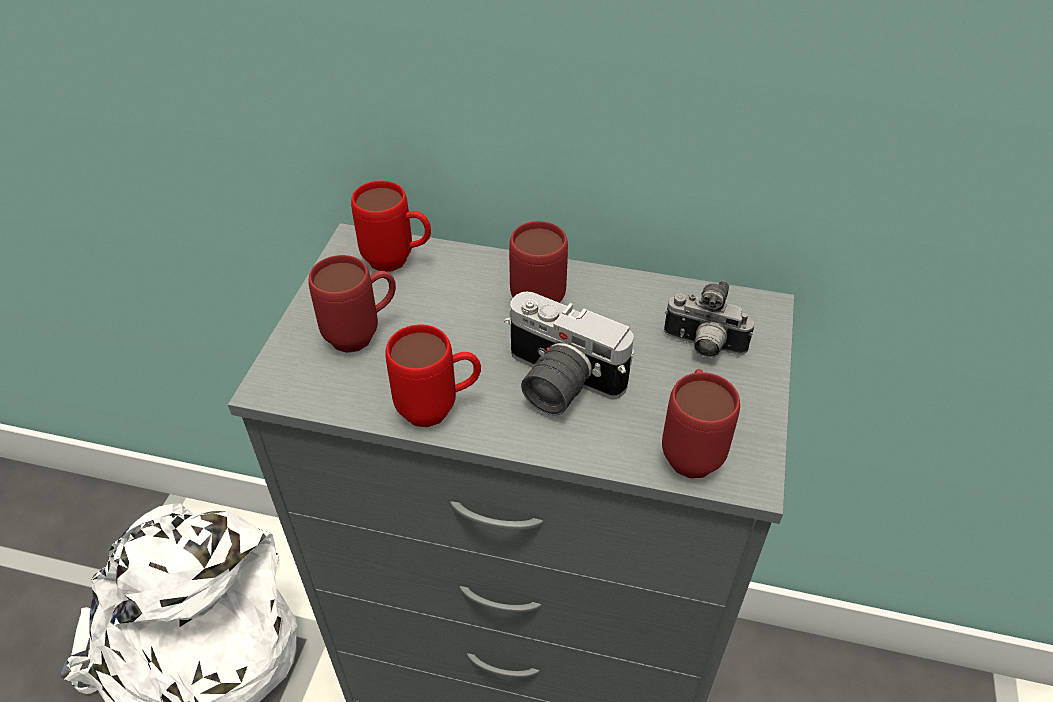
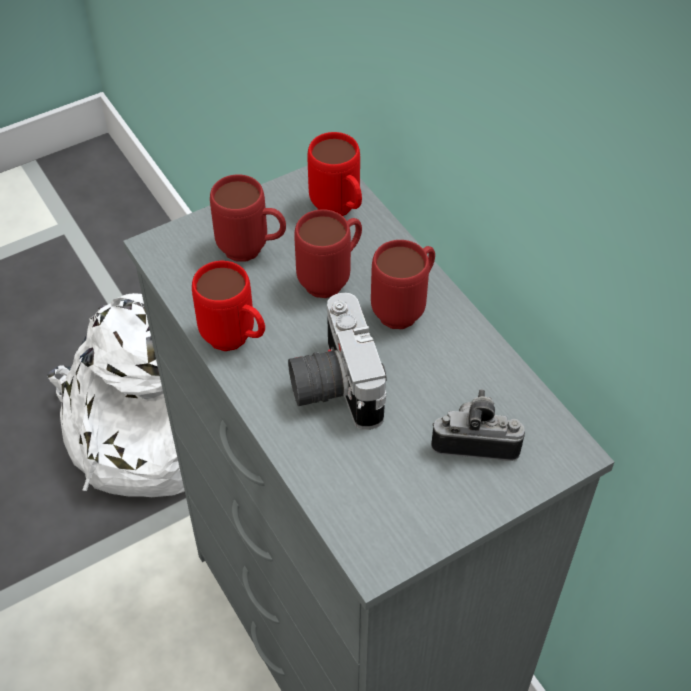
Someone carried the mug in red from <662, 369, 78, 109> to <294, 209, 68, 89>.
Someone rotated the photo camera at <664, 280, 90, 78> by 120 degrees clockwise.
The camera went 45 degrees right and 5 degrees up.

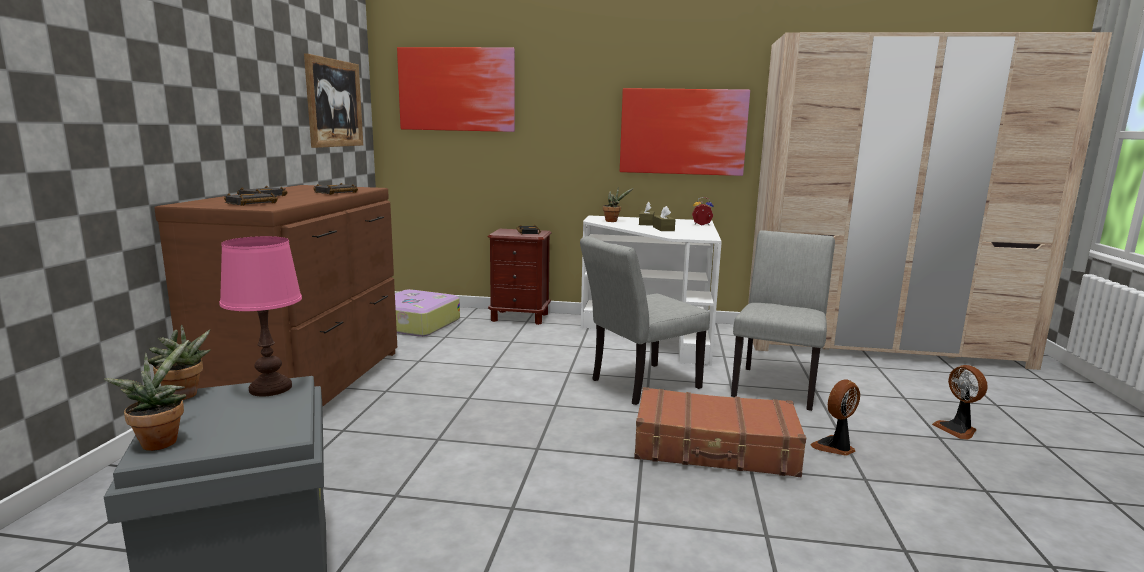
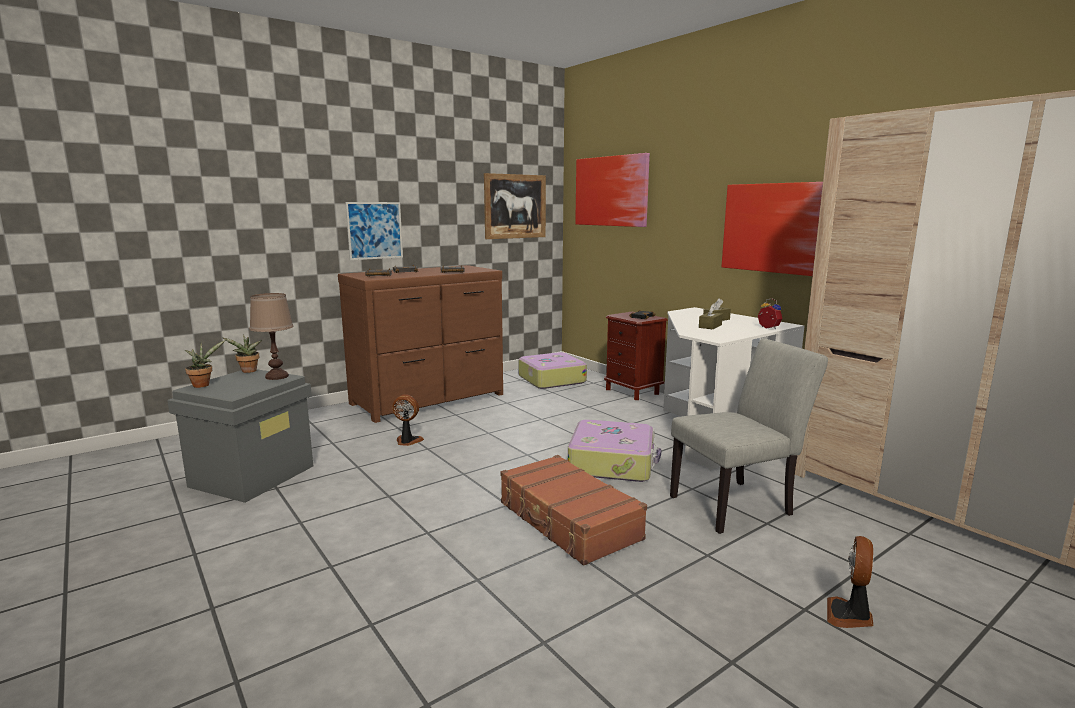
Someone repainted the table lamp in pink at <219, 236, 83, 161>, which became the table lamp in brown at <250, 293, 43, 87>.
Someone put up the picture at <345, 202, 58, 58>.
Someone carried the fan from <810, 380, 50, 76> to <392, 394, 32, 52>.
Someone swapped the chair in grey at <580, 236, 130, 169> for the suitcase at <568, 419, 94, 63>.
Someone took away the potted plant at <603, 187, 31, 35>.
The camera went 45 degrees right and 0 degrees up.

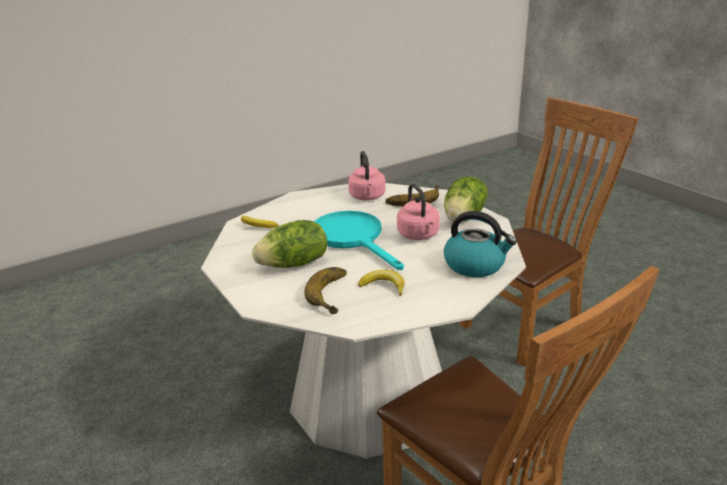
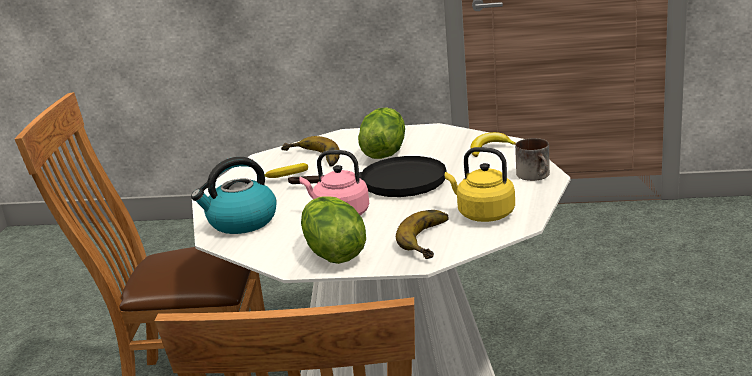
Someone repainted the frying pan in turquoise at <314, 211, 90, 59>, which became the frying pan in black at <288, 156, 159, 41>.
Someone repainted the kettle in pink at <348, 151, 38, 49>, which became the kettle in yellow at <445, 147, 70, 75>.
Someone put down the mug at <515, 138, 35, 43>.
The camera went 130 degrees right and 5 degrees down.

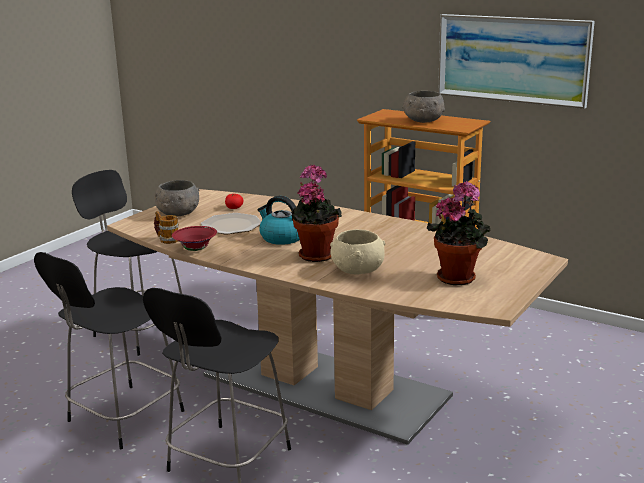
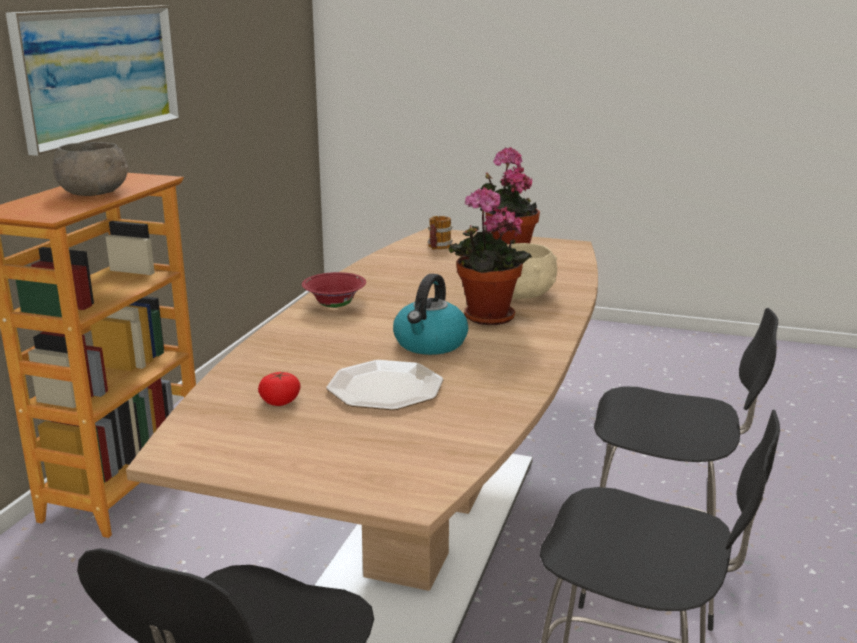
Someone carried the bowl in red from <172, 226, 45, 25> to <302, 272, 64, 36>.
Someone carried the mug from <154, 211, 25, 33> to <427, 216, 26, 34>.
Someone took away the bowl in grey at <154, 180, 45, 36>.
The camera went 105 degrees left and 0 degrees up.

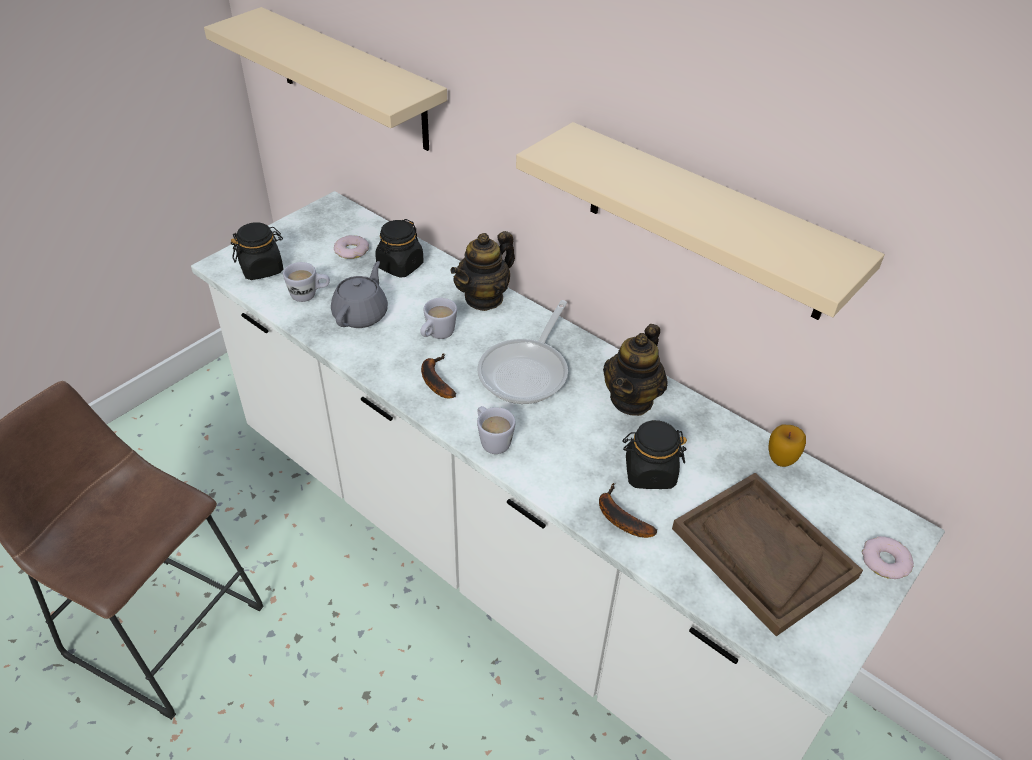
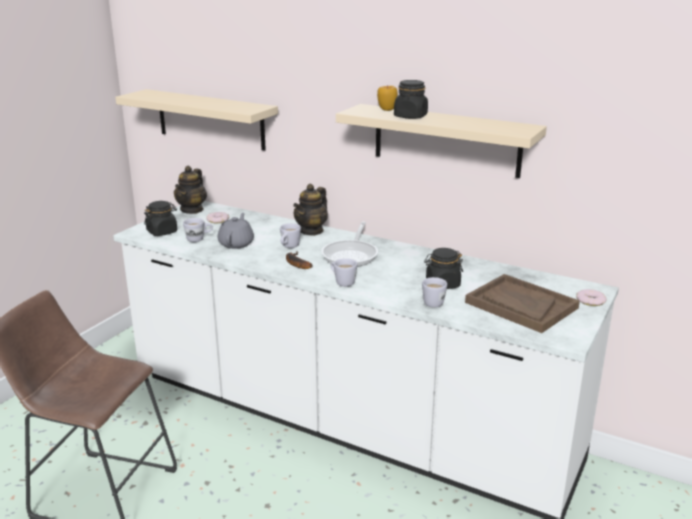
Someone carried the teapot from <603, 324, 65, 92> to <174, 166, 33, 48>.
Someone carried the apple from <769, 425, 37, 42> to <377, 85, 21, 26>.
Someone carried the jar in black from <375, 219, 49, 59> to <394, 80, 34, 39>.
Someone swapped the banana at <599, 483, 58, 55> for the mug in white at <422, 277, 25, 31>.
The camera went 10 degrees left and 20 degrees down.

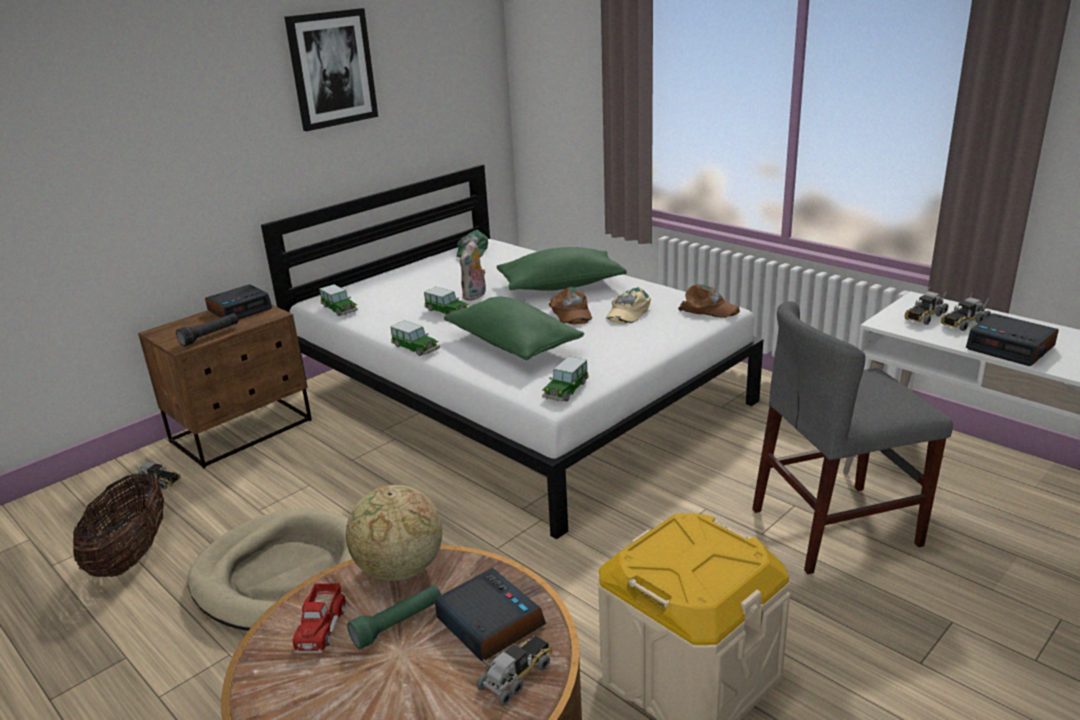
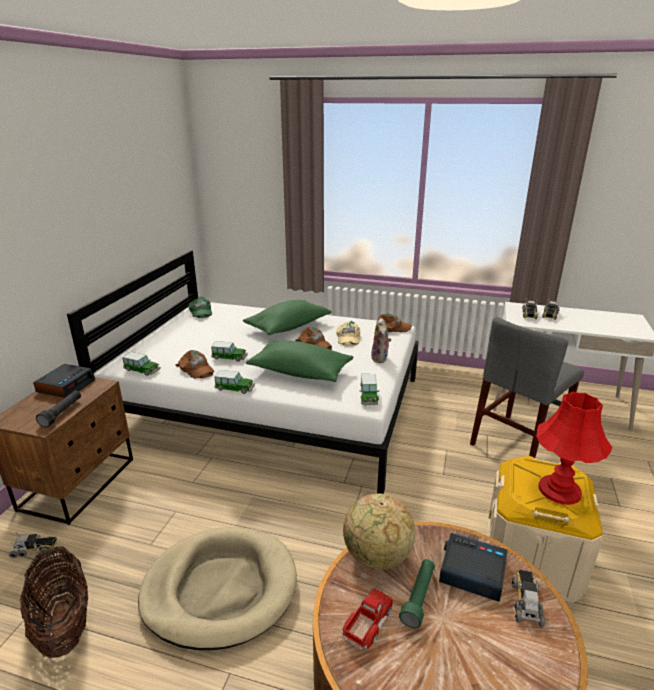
Someone put down the cap in brown at <176, 350, 38, 29>.
Someone rotated the toy truck at <293, 583, 53, 70> by 120 degrees counterclockwise.
Someone carried the plush toy from <460, 240, 26, 61> to <371, 318, 21, 45>.
Someone put down the table lamp in red at <536, 392, 76, 113>.
Someone took away the picture at <284, 8, 94, 123>.
Someone took away the alarm clock at <966, 313, 93, 53>.
The camera went 30 degrees left and 0 degrees up.

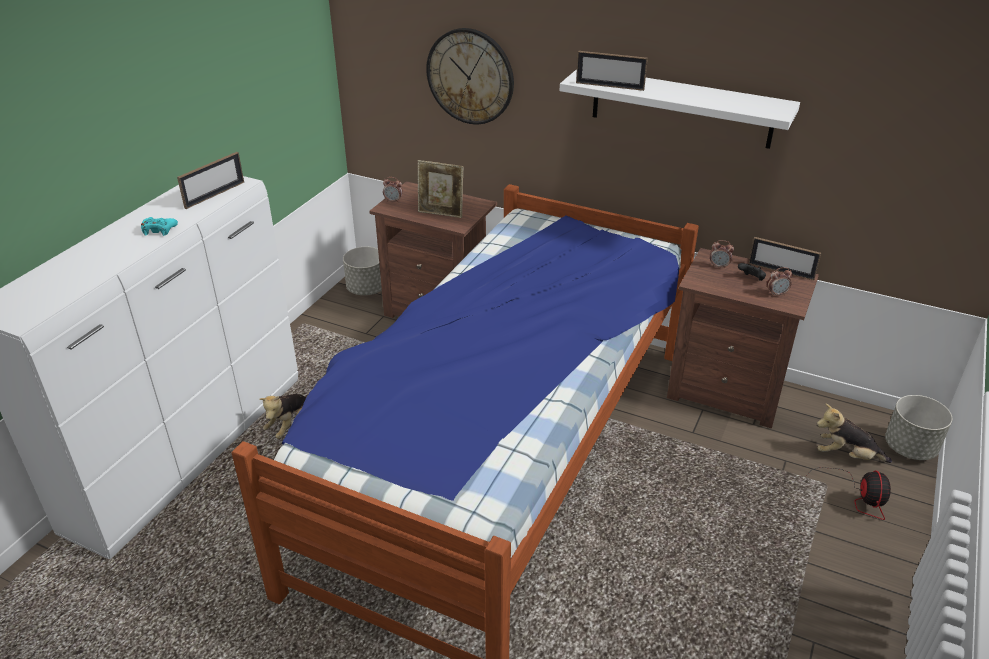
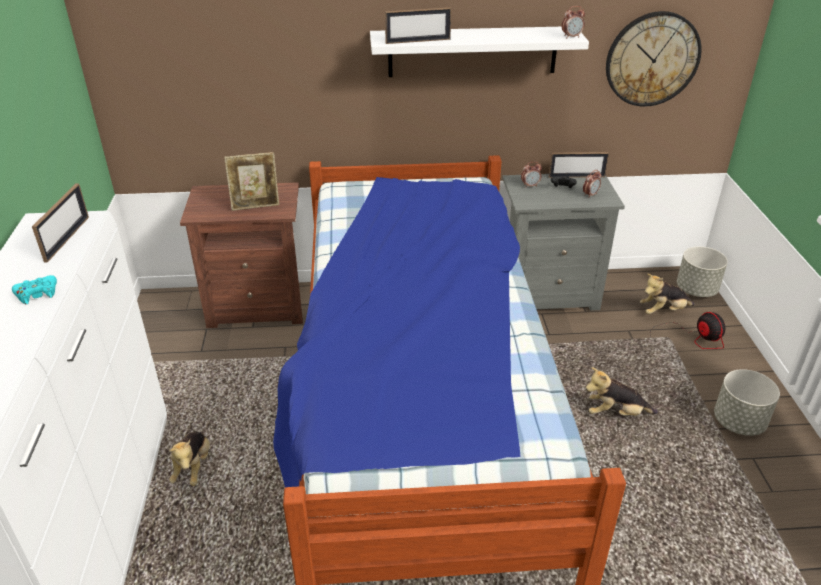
Someone repainted the nightstand in brown at <667, 248, 152, 181>, which became the nightstand in grey at <502, 174, 123, 137>.
Someone carried the alarm clock from <383, 177, 20, 26> to <562, 6, 23, 32>.
Someone put down the plush toy at <586, 367, 72, 49>.
Someone carried the wall clock from <426, 28, 88, 96> to <606, 11, 96, 96>.
Someone carried the planter in grey from <343, 247, 39, 48> to <714, 369, 66, 67>.
The camera went 30 degrees left and 0 degrees up.

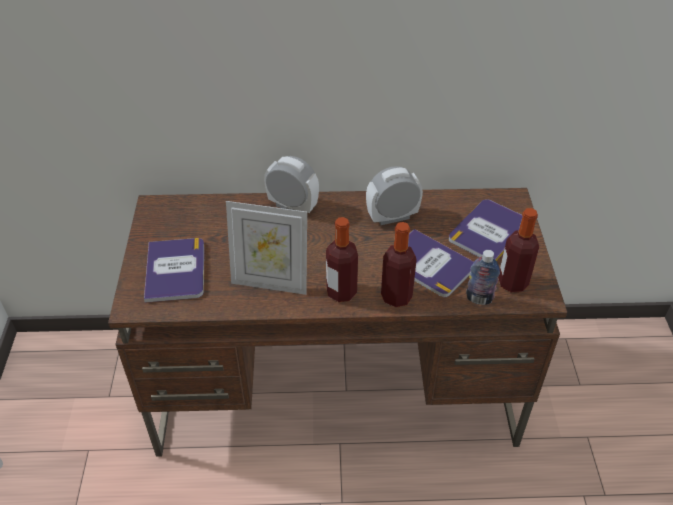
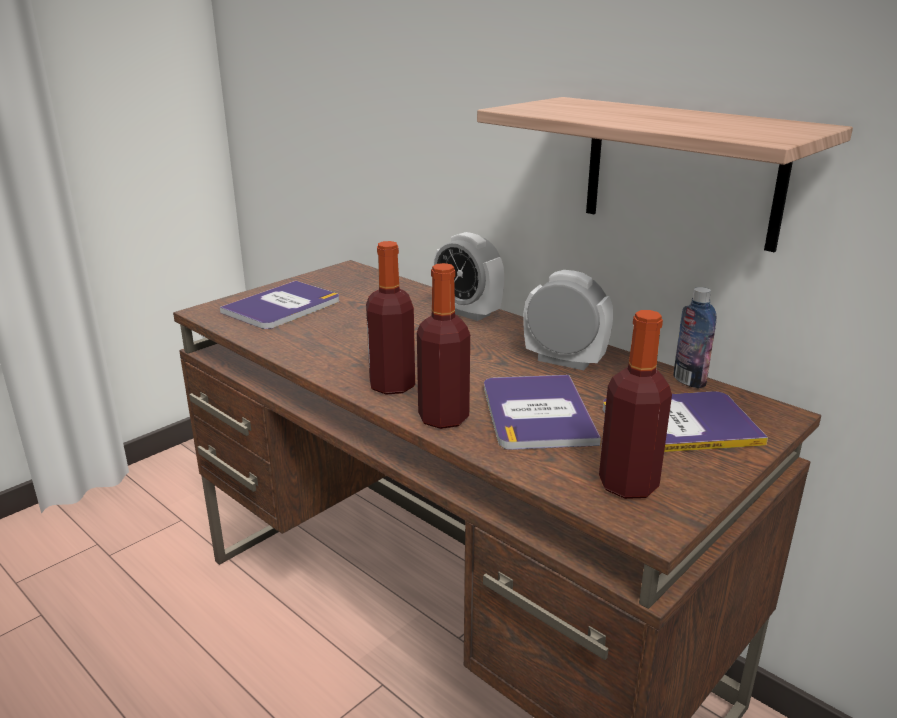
Someone rotated the alarm clock at <264, 156, 55, 57> by 150 degrees clockwise.
Someone put up the shelf at <477, 97, 376, 155>.
Someone carried the bottle from <466, 250, 34, 55> to <673, 287, 43, 102>.
Someone took away the picture frame at <226, 201, 81, 94>.
The camera went 45 degrees right and 20 degrees down.

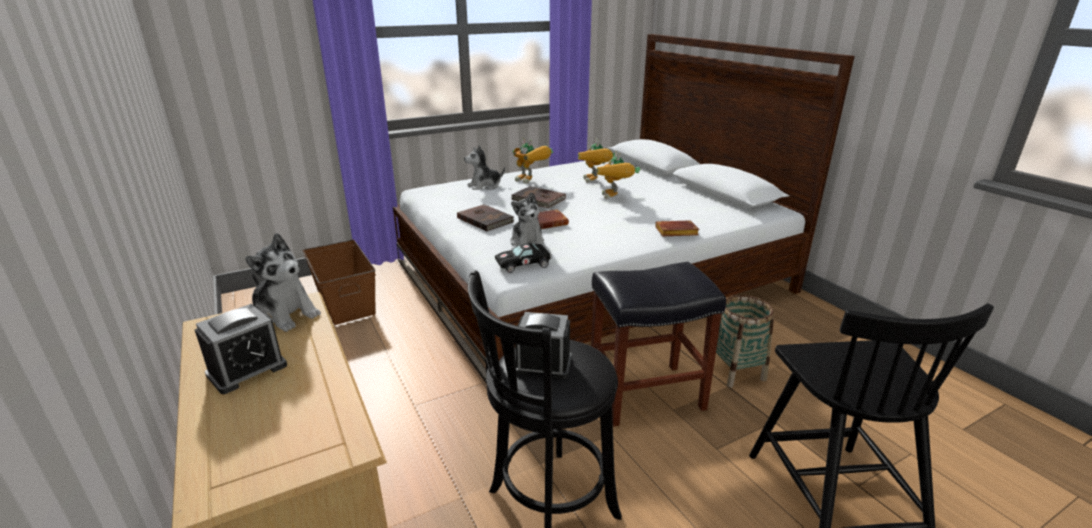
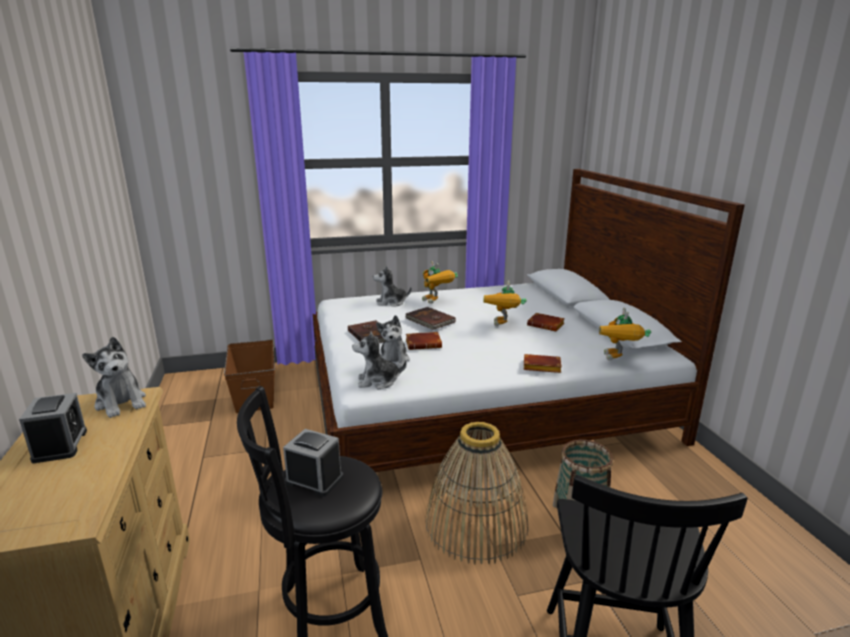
Someone rotated the alarm clock at <194, 304, 93, 90> by 75 degrees counterclockwise.
Someone swapped the toy car in black at <495, 243, 57, 30> for the plush toy at <352, 332, 55, 58>.
Someone swapped the stool in black at <591, 262, 135, 164> for the basket at <425, 422, 103, 143>.
Someone put down the book in brown at <527, 313, 38, 19>.
Someone carried the toy robot from <578, 138, 37, 45> to <599, 307, 52, 54>.
The camera went 15 degrees right and 5 degrees down.

